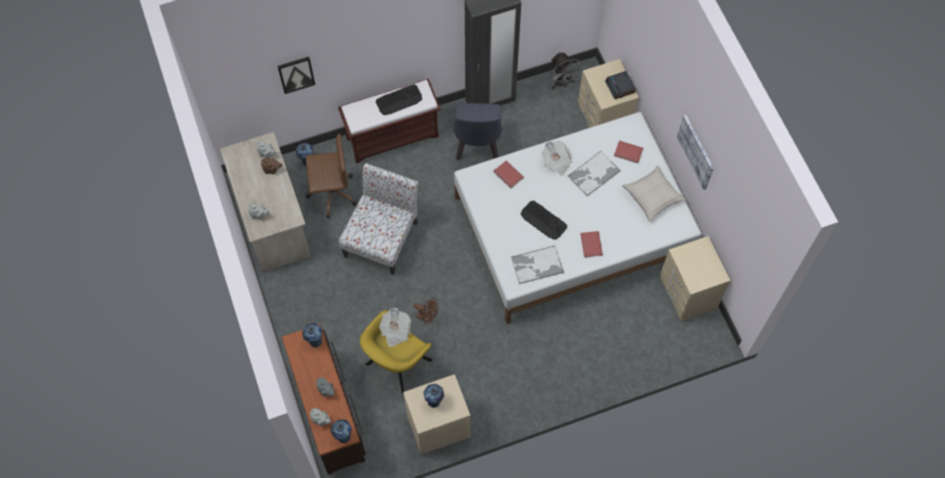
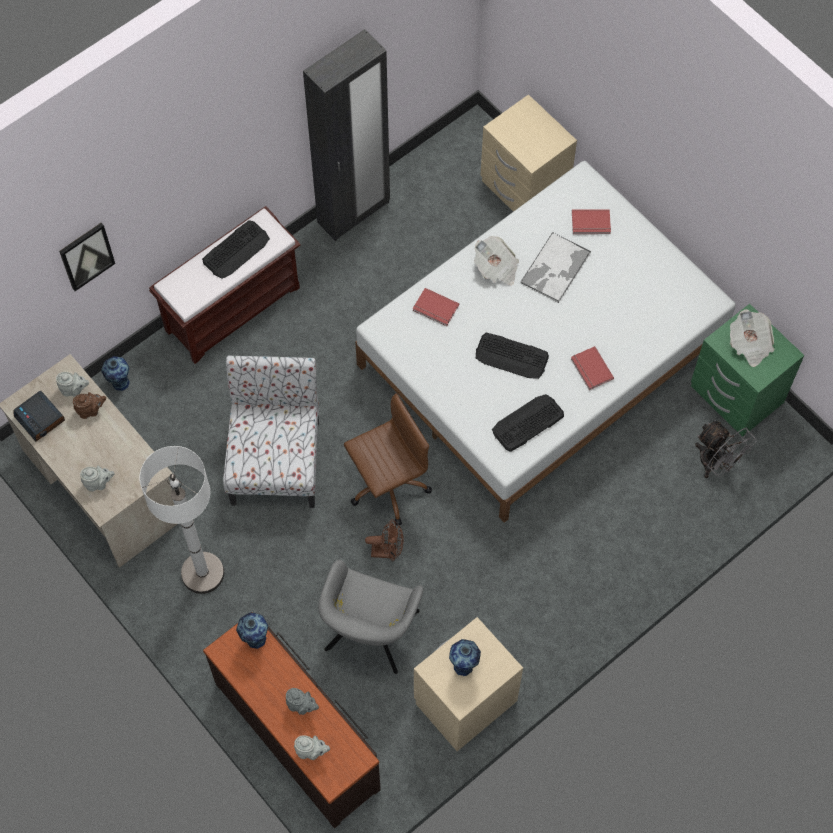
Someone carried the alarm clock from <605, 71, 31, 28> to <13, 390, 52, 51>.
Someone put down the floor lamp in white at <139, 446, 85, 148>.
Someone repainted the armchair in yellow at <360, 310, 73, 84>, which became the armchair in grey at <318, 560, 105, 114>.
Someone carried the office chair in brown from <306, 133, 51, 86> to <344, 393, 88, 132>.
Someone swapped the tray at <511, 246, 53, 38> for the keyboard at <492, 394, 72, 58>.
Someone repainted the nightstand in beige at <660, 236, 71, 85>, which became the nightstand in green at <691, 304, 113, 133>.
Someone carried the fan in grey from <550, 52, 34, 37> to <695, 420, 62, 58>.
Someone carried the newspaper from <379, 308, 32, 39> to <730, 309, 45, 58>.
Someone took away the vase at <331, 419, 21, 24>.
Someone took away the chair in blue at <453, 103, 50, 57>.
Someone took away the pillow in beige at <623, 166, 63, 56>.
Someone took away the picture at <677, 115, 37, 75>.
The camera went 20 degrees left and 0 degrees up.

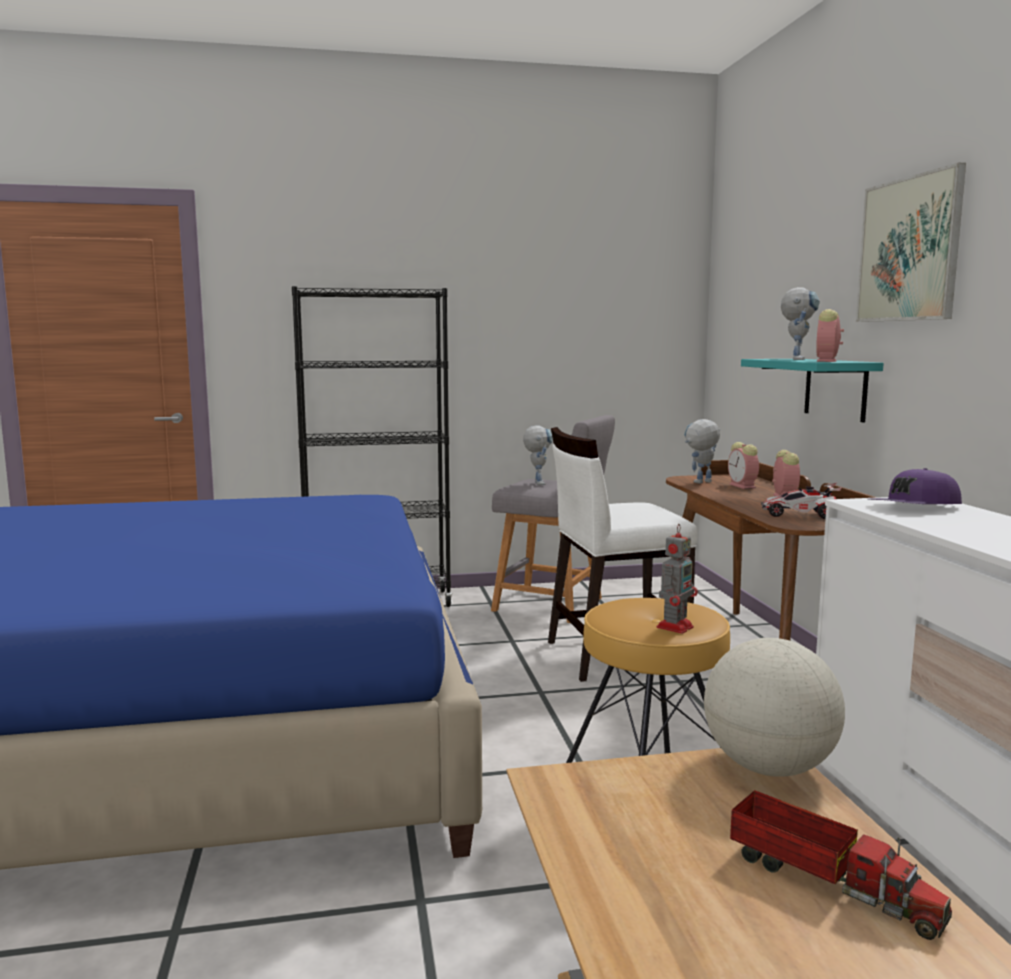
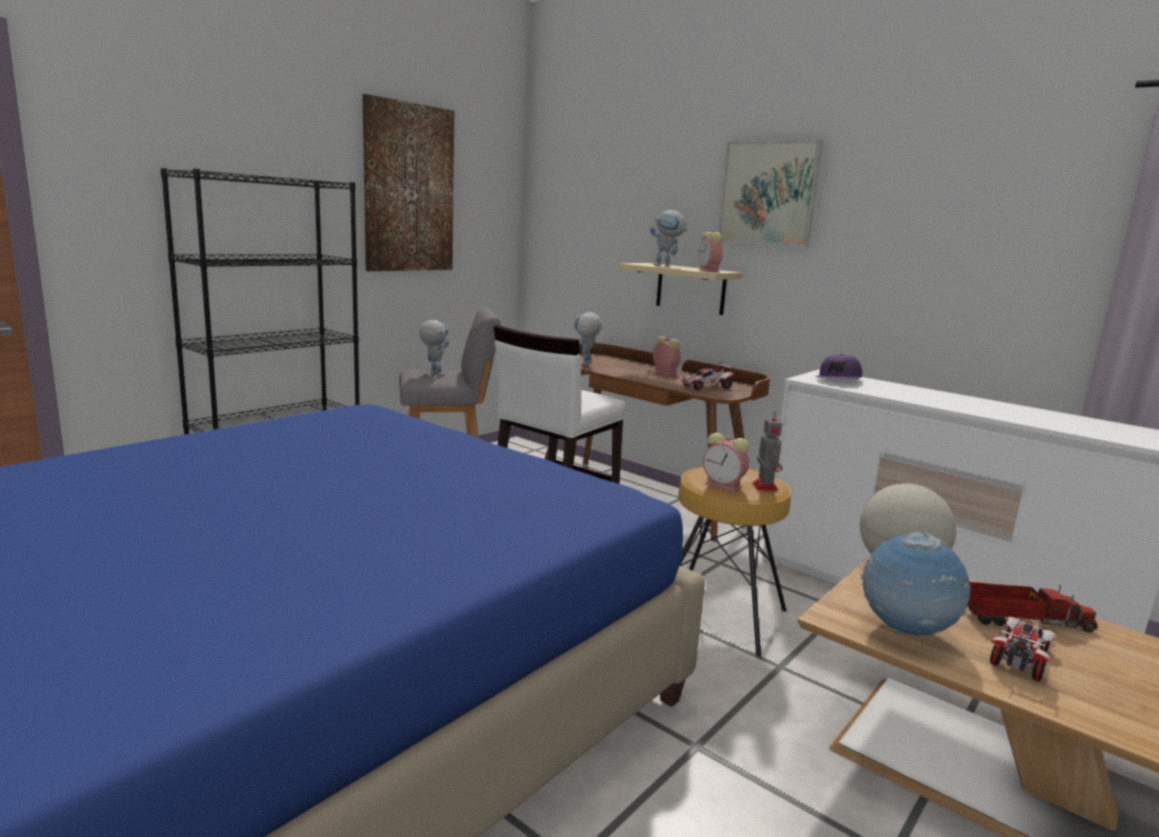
Someone put up the picture at <363, 94, 91, 177>.
Someone repainted the shelf in turquoise at <741, 359, 143, 63>, which became the shelf in beige at <619, 263, 123, 52>.
Someone rotated the toy robot at <781, 287, 39, 73> by 135 degrees clockwise.
Someone carried the alarm clock from <728, 442, 31, 47> to <703, 433, 46, 59>.
Someone put down the globe at <860, 532, 110, 105>.
Someone put down the toy car at <990, 617, 66, 64>.
The camera went 40 degrees left and 5 degrees up.

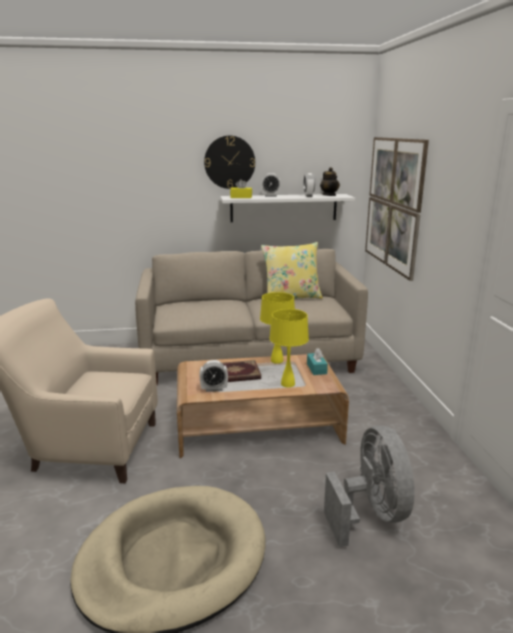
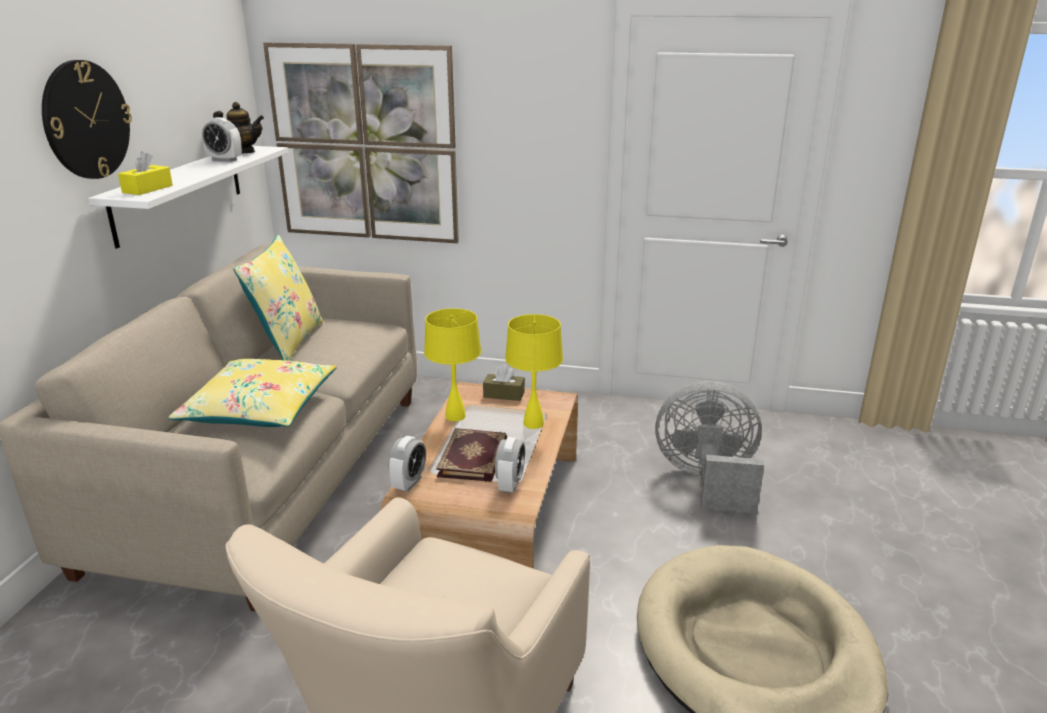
Someone put down the pillow in yellow at <168, 359, 169, 68>.
Someone carried the alarm clock from <261, 173, 20, 24> to <388, 436, 38, 56>.
Someone repainted the tissue box in turquoise at <307, 348, 21, 27>, which became the tissue box in brown at <483, 365, 42, 36>.
The camera went 70 degrees left and 5 degrees up.

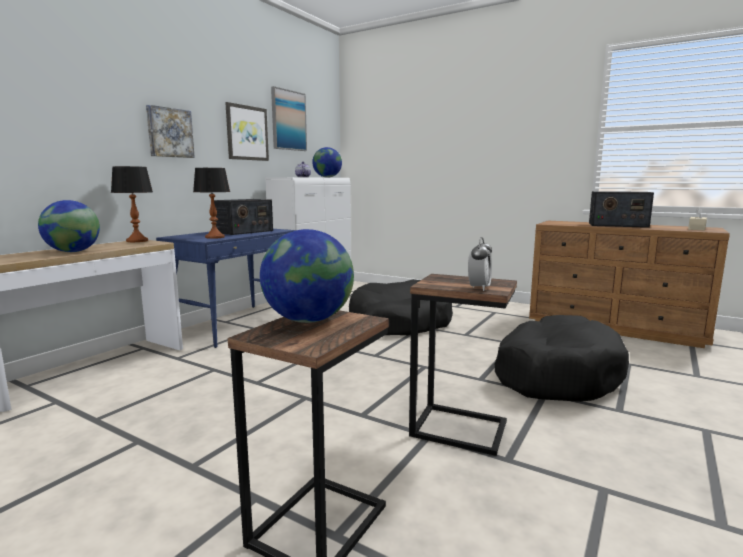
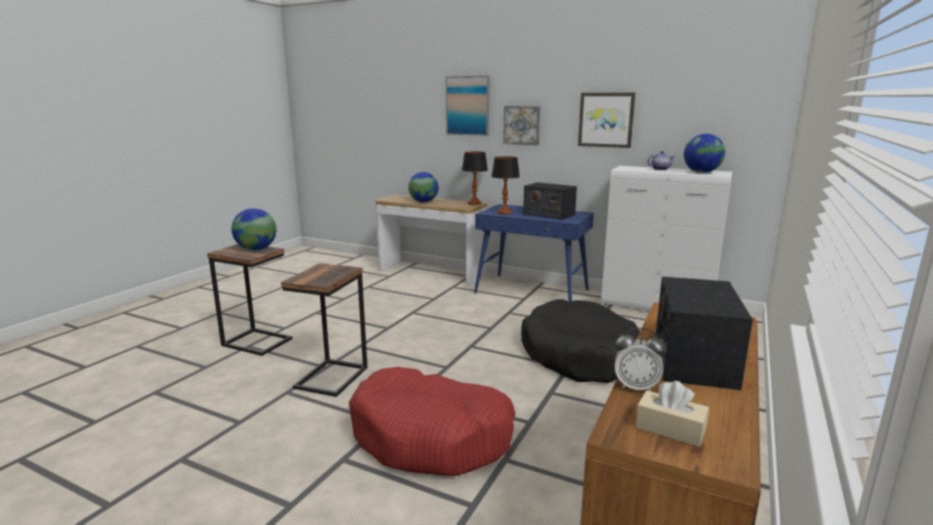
Someone repainted the dog bed in black at <495, 315, 134, 87>, which became the dog bed in red at <349, 367, 166, 109>.
Someone carried the picture from <271, 86, 36, 65> to <446, 76, 44, 60>.
Someone carried the alarm clock from <468, 237, 24, 54> to <615, 328, 51, 63>.
The camera went 85 degrees right and 5 degrees up.

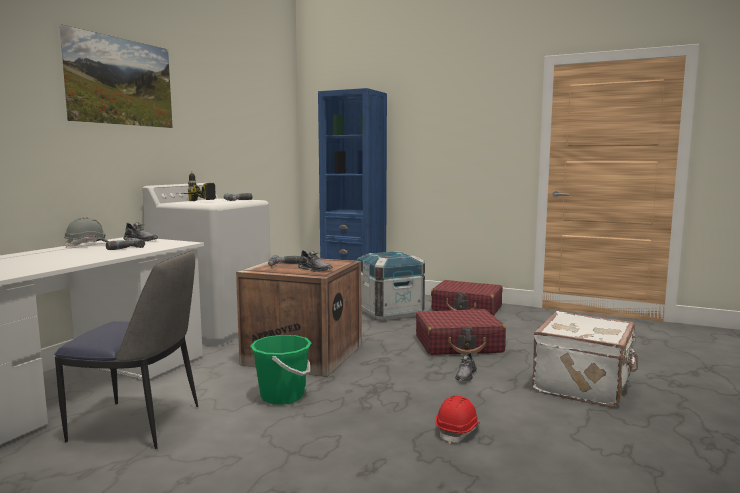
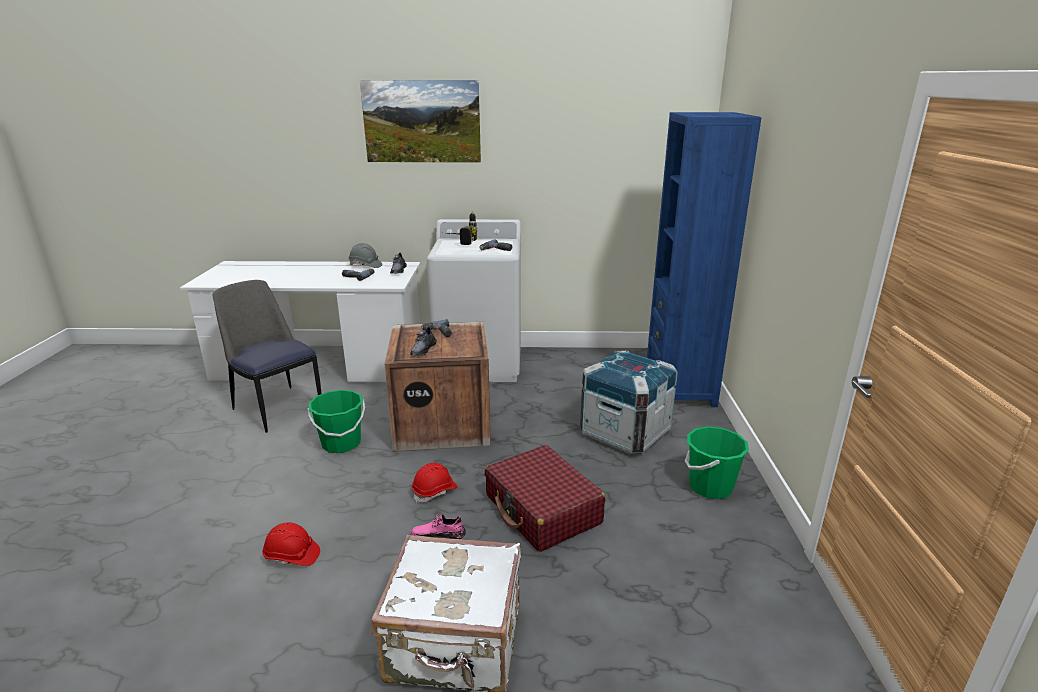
Someone rotated the chair at <54, 250, 144, 199> by 150 degrees clockwise.
Someone repainted the shoe in grey at <455, 352, 22, 29>, which became the shoe in pink at <411, 514, 55, 25>.
Someone put down the hard hat in red at <412, 463, 46, 40>.
Someone swapped the suitcase in red at <431, 280, 72, 36> for the bucket in green at <685, 426, 64, 73>.
The camera went 65 degrees right and 15 degrees up.

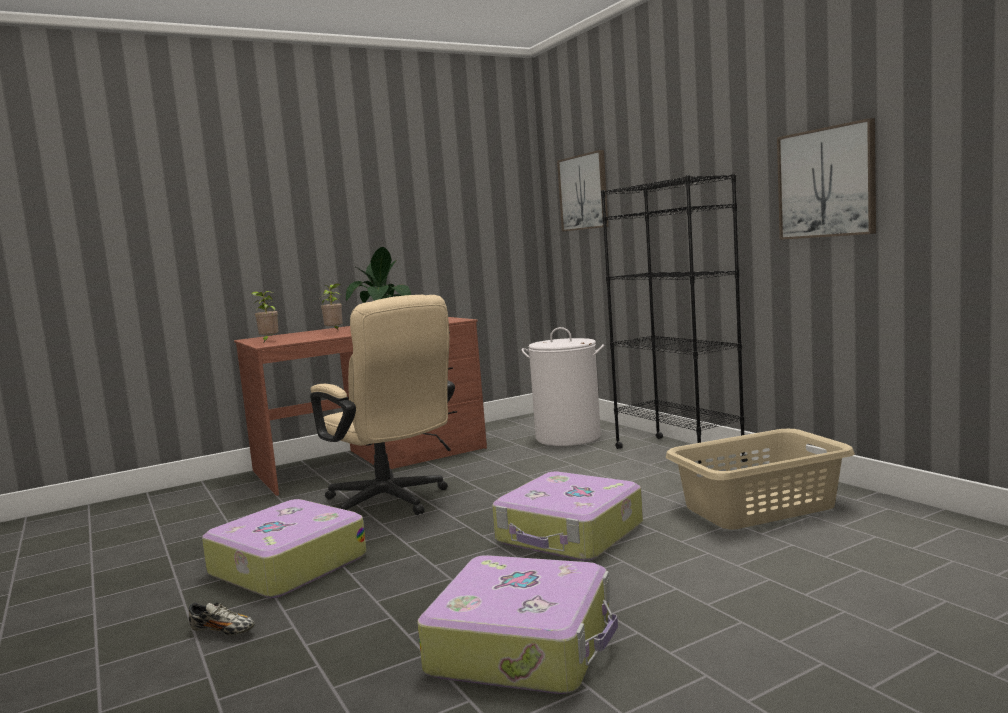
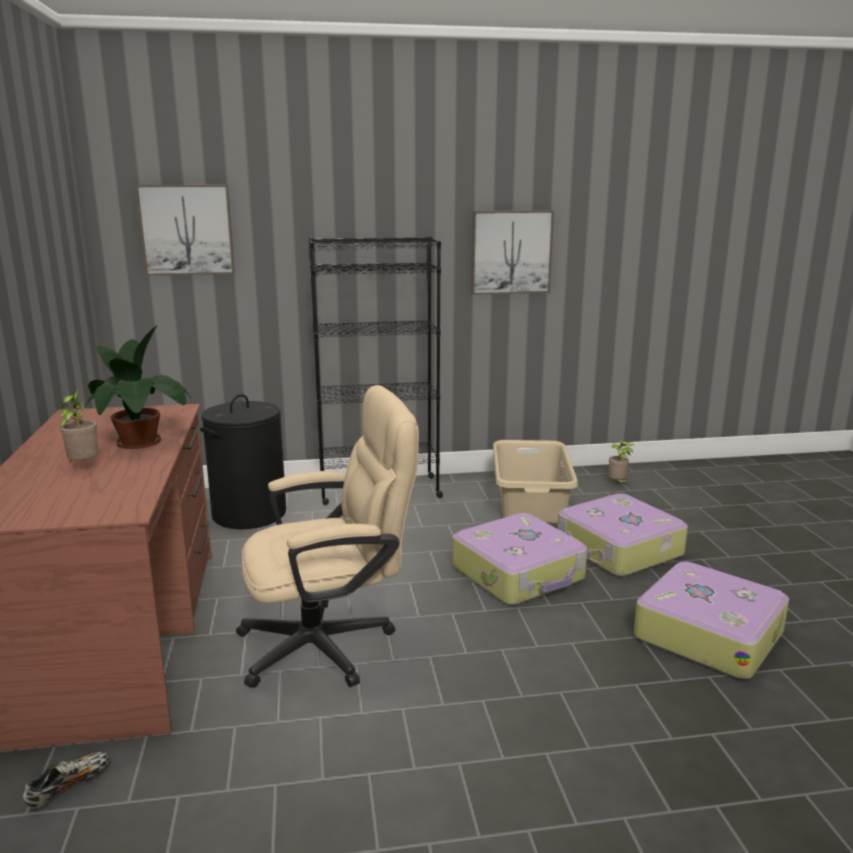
Someone carried the shoe from <189, 602, 66, 33> to <23, 752, 87, 57>.
Someone repainted the laundry basket in white at <522, 327, 82, 119>, which became the laundry basket in black at <200, 394, 86, 135>.
Someone carried the suitcase from <202, 499, 164, 99> to <557, 493, 131, 84>.
Someone carried the potted plant from <251, 291, 28, 51> to <609, 440, 25, 44>.
The camera went 70 degrees left and 10 degrees up.

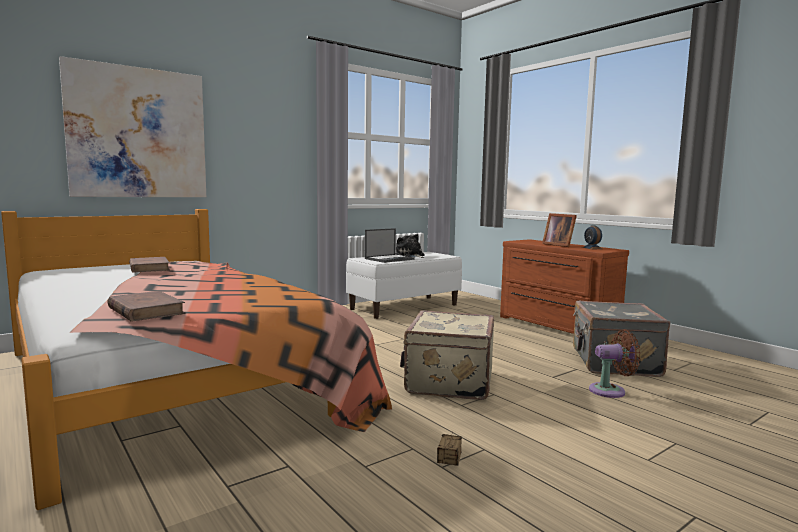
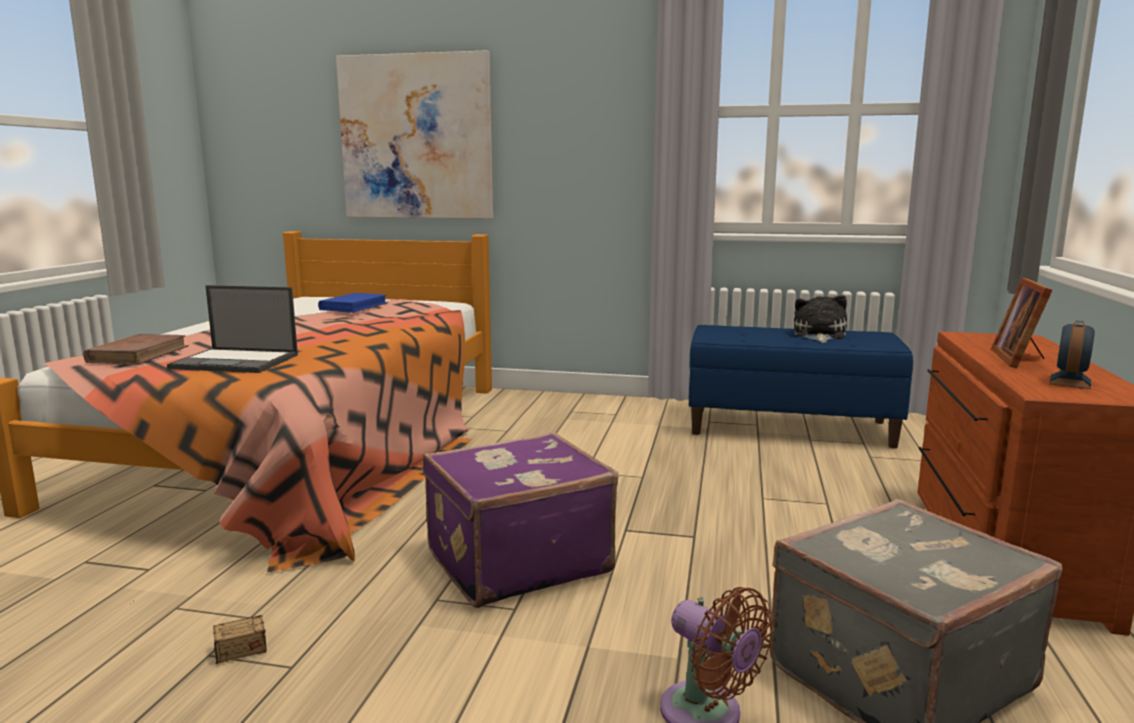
Someone carried the laptop from <365, 228, 50, 35> to <167, 285, 131, 88>.
Someone repainted the book in brown at <129, 257, 41, 16>, which became the book in blue at <318, 293, 70, 20>.
Someone repainted the suitcase in beige at <400, 310, 94, 90>, which became the suitcase in purple at <422, 432, 197, 176>.
Someone repainted the bench in white at <346, 252, 116, 67>, which became the bench in blue at <689, 325, 224, 123>.
The camera went 50 degrees right and 5 degrees up.

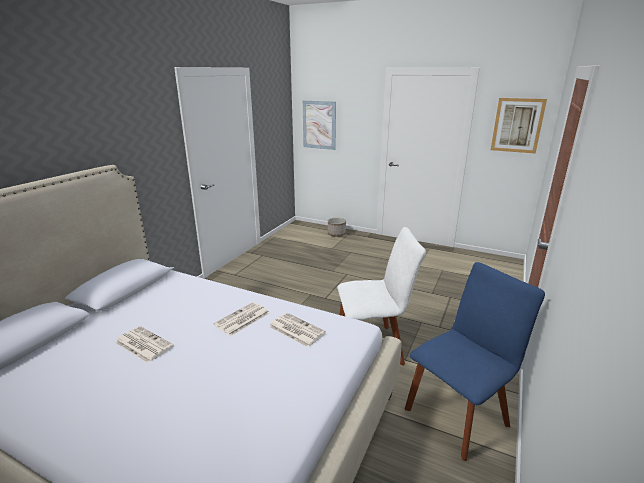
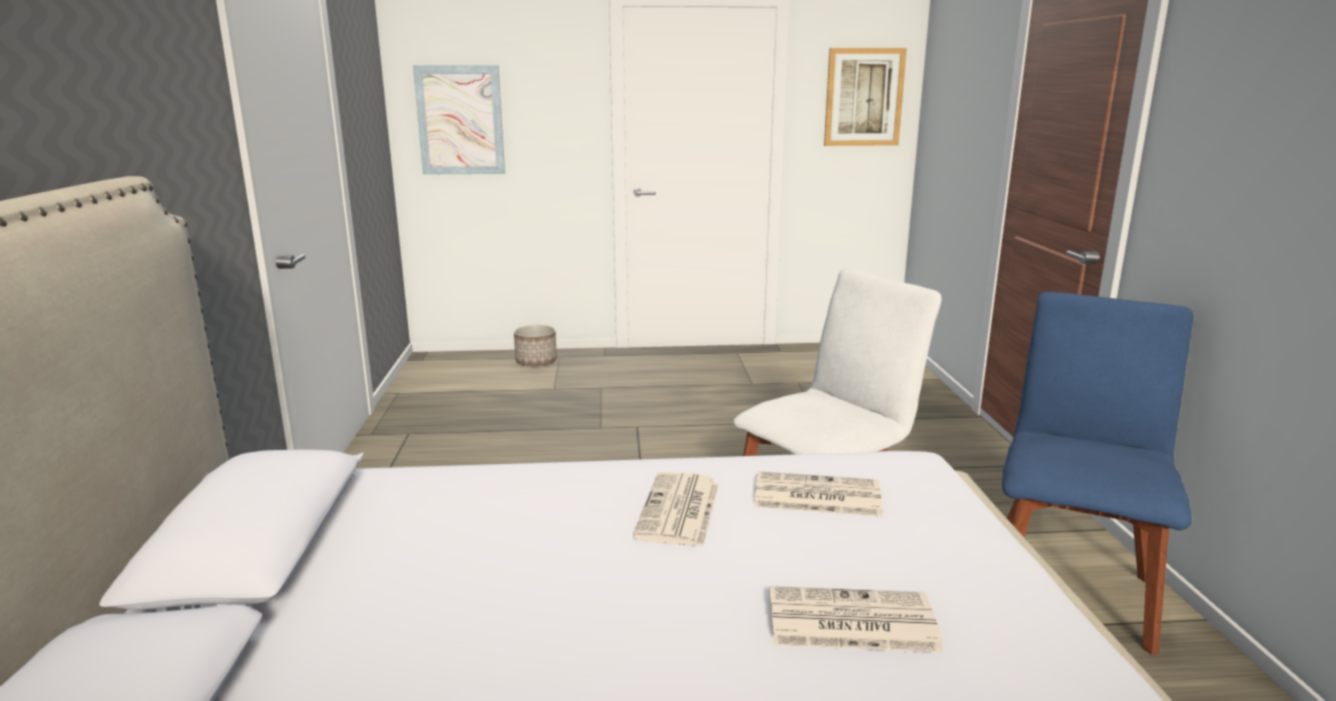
Someone carried the newspaper from <115, 326, 59, 37> to <769, 586, 175, 66>.
The camera went 30 degrees left and 5 degrees down.

